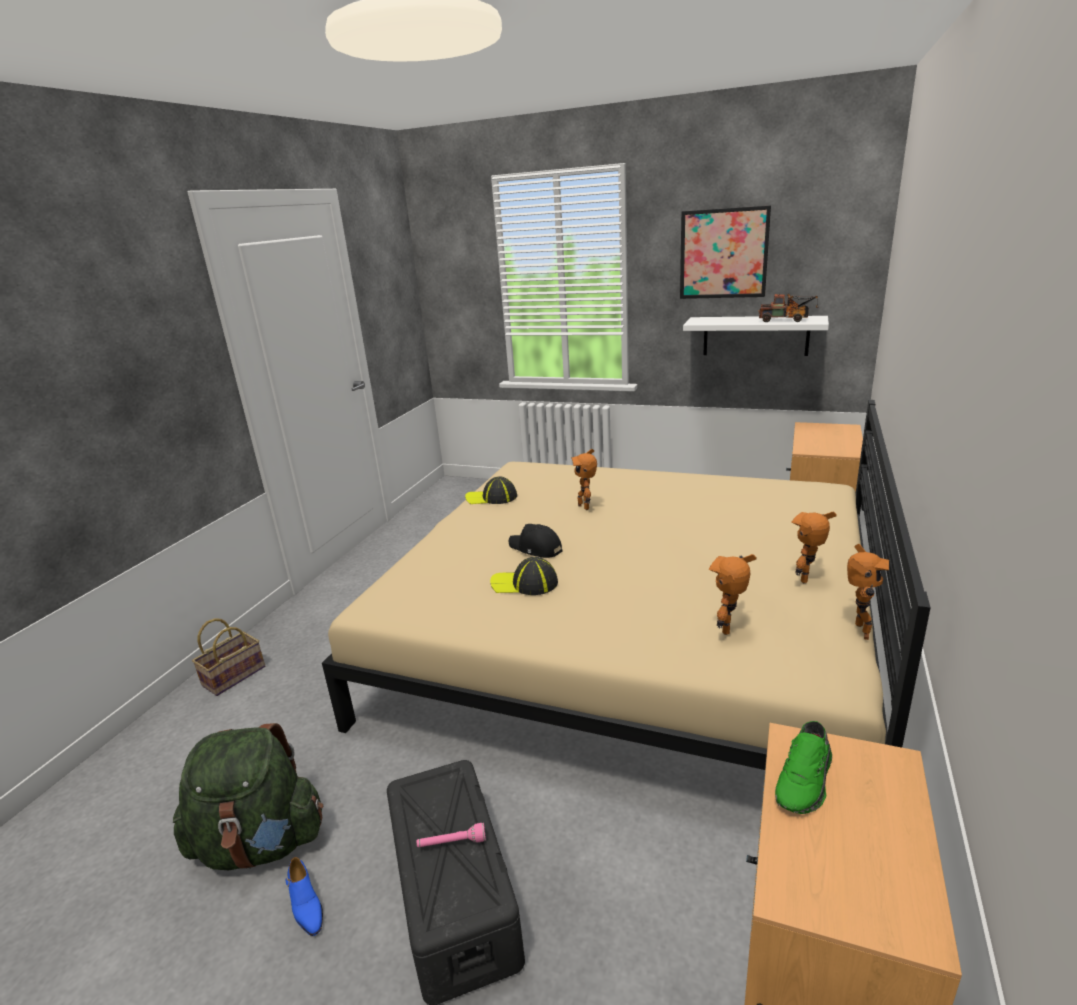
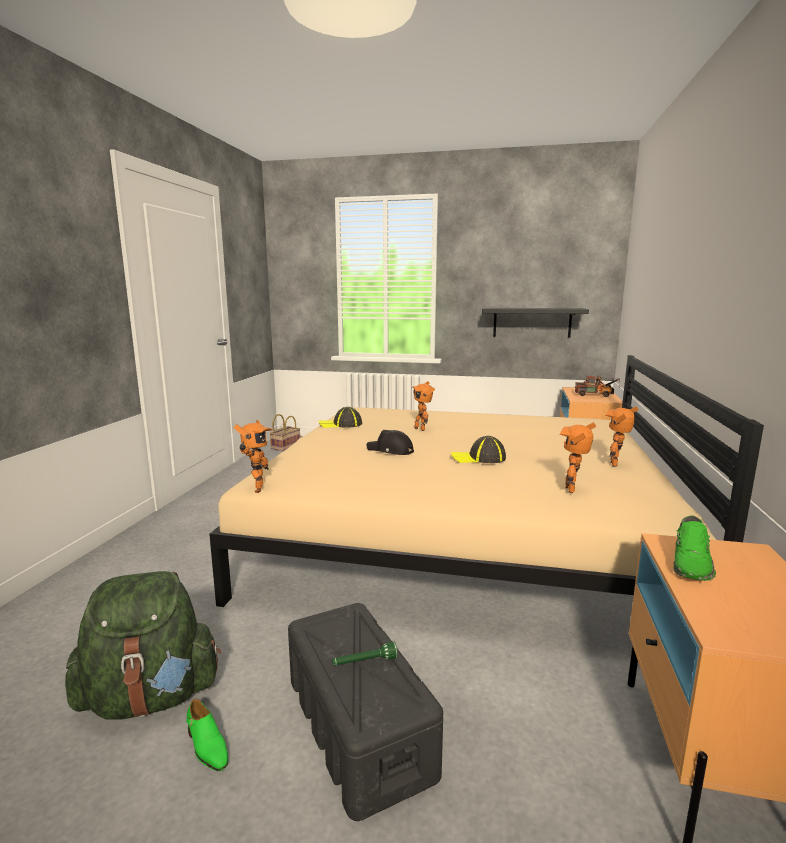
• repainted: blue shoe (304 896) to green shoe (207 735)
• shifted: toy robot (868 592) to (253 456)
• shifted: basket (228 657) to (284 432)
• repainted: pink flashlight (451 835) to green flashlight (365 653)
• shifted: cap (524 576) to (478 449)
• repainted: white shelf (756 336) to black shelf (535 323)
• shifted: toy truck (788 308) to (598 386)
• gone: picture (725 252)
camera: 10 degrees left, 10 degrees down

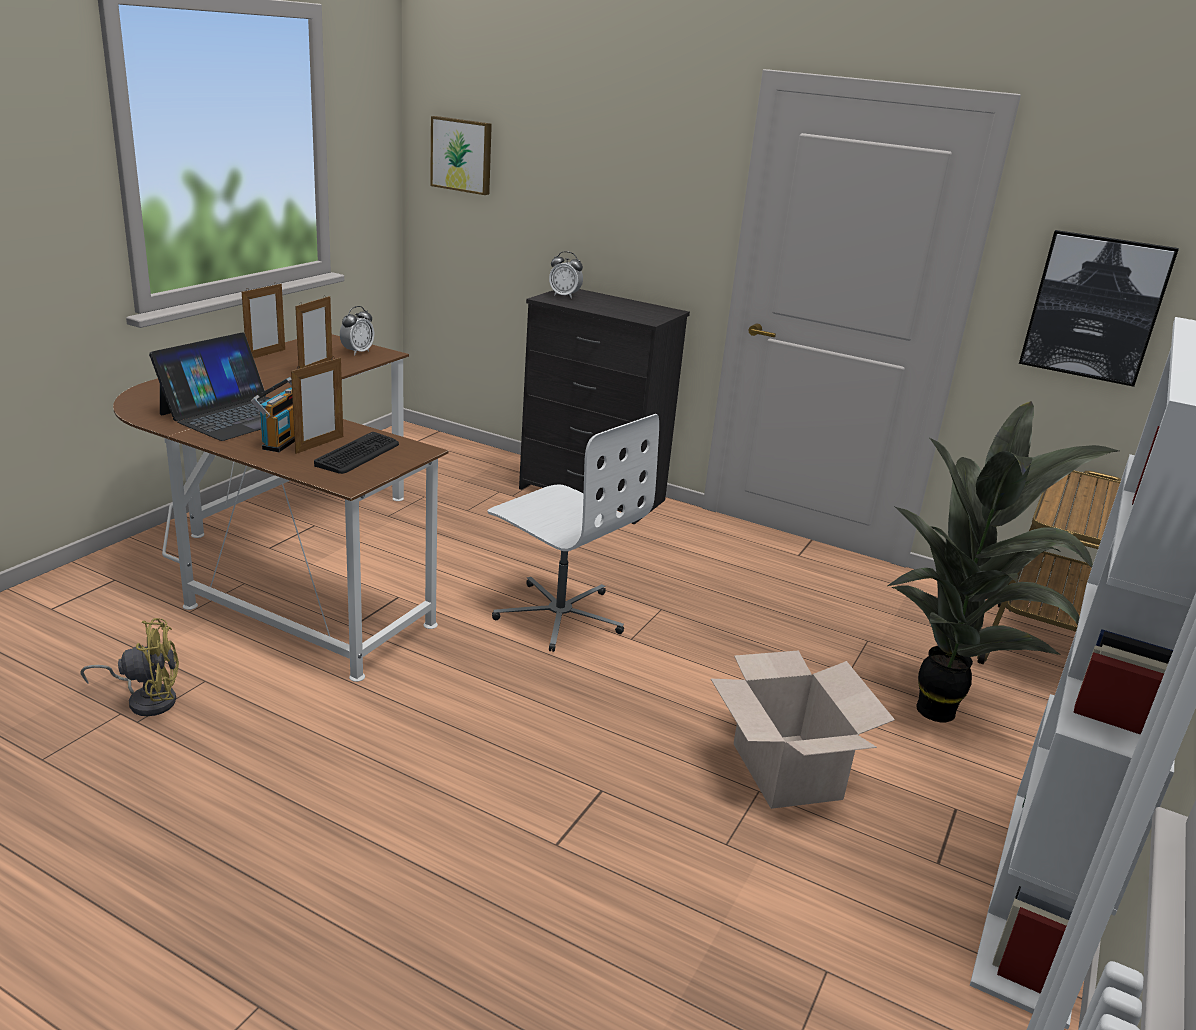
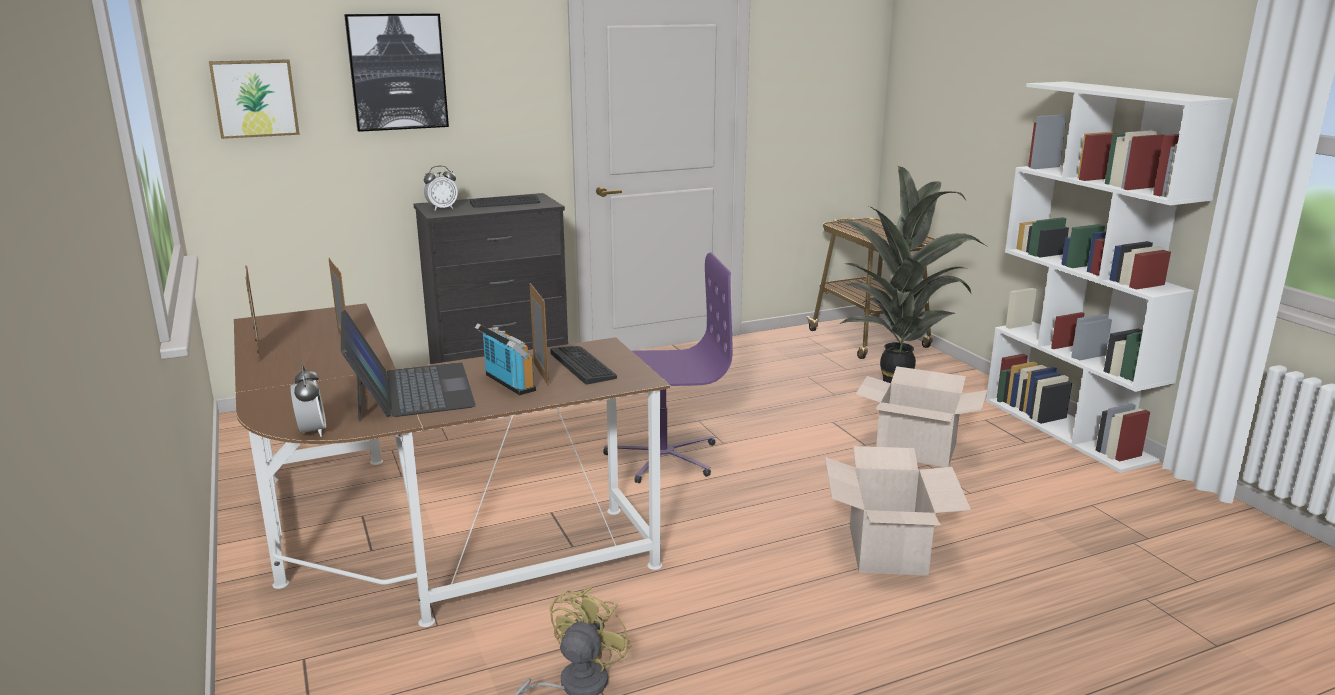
• shifted: alarm clock (357 330) to (308 401)
• shifted: picture (1099 308) to (396 72)
• new: keyboard (505 201)
• repainted: white office chair (573 533) to purple office chair (667 367)
• new: cardboard box (898 511)
camera: 50 degrees left, 5 degrees down

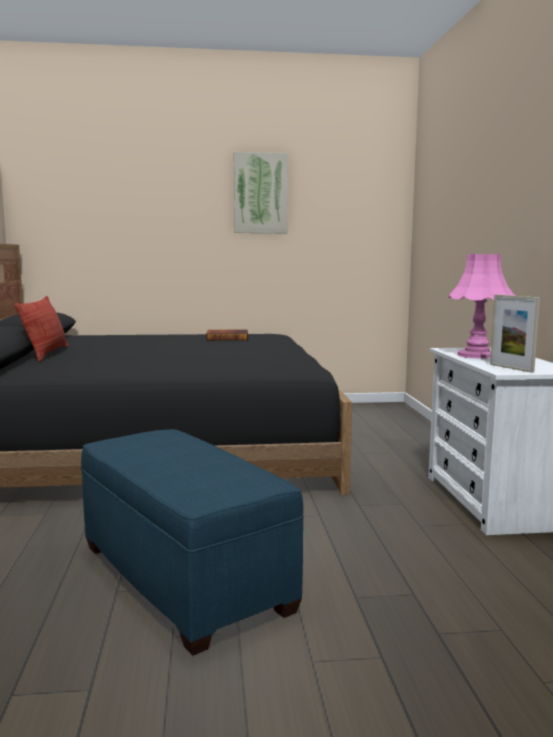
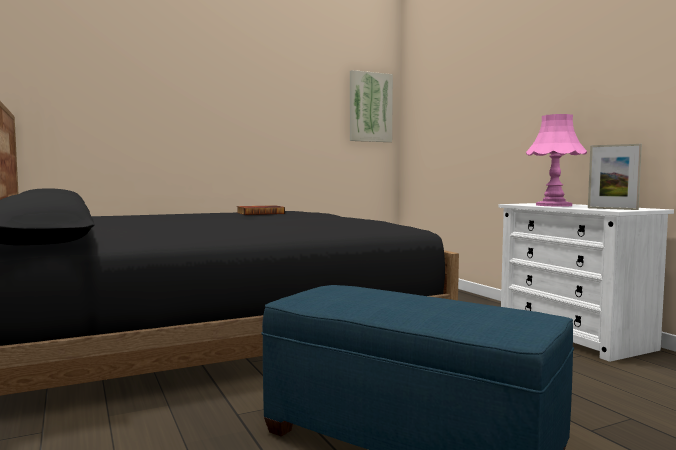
• shifted: picture (261 192) to (371 106)
• gone: pillow (41 329)
camera: 20 degrees left, 5 degrees down

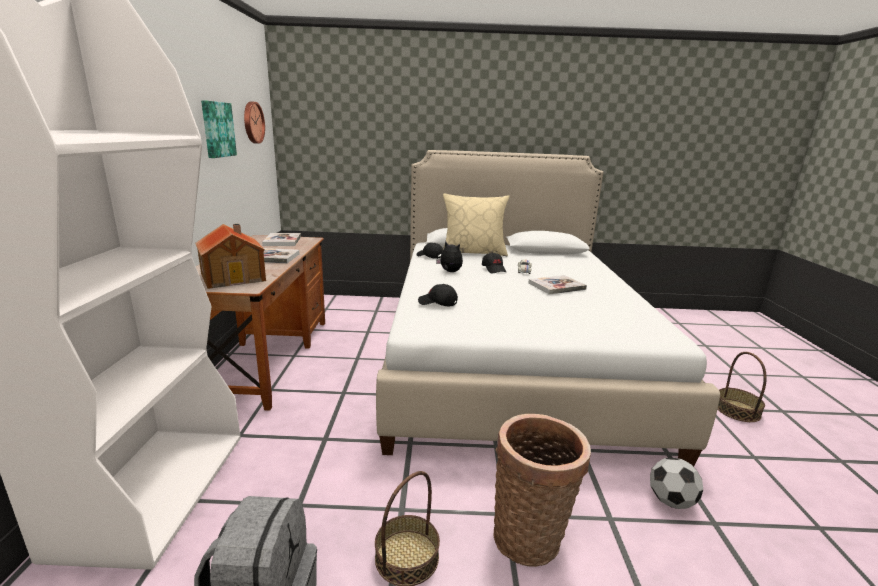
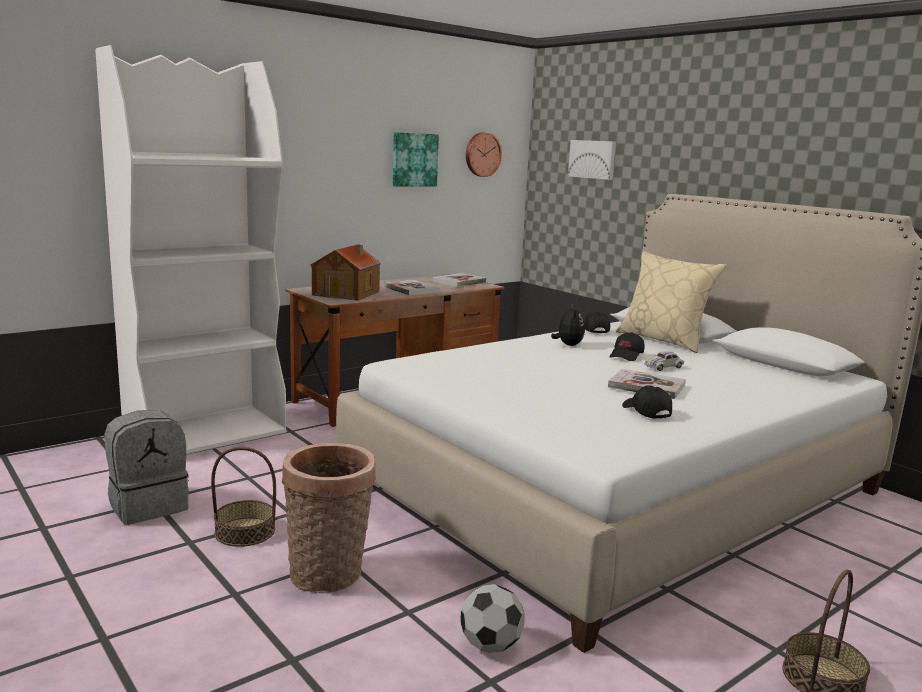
• new: picture (592 160)
• shifted: black cap (438 295) to (647 402)
camera: 50 degrees right, 5 degrees down

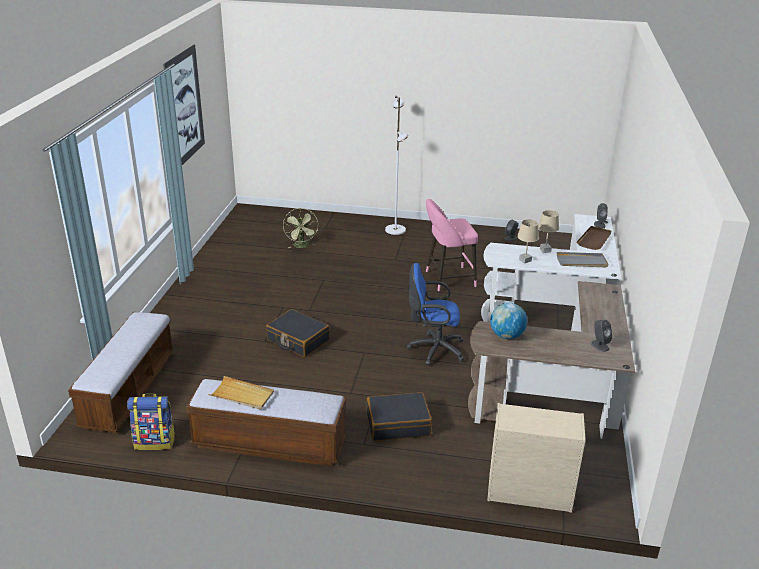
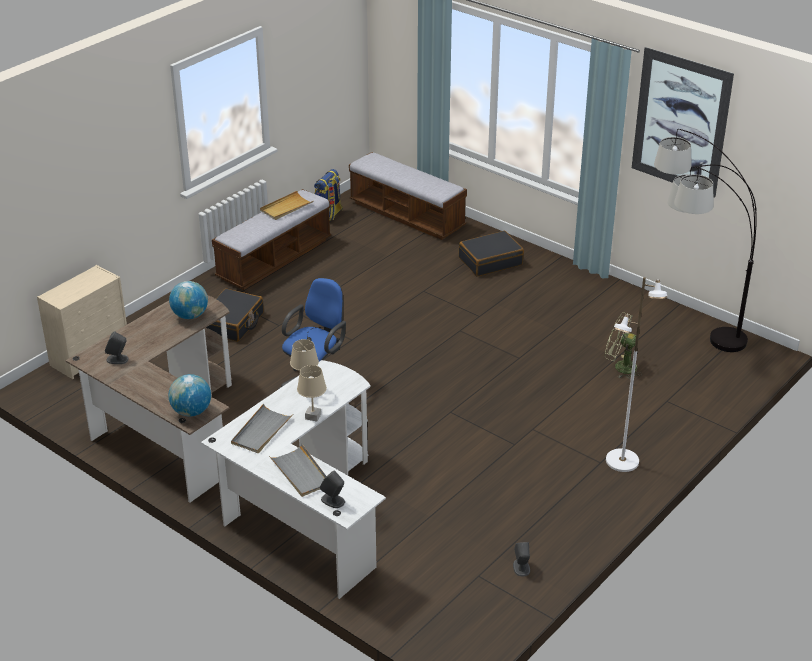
• new: globe (189 395)
• repainted: brown tray (594 238) to grey tray (297 470)
• shifted: black suitcase (298 333) to (491 253)
• new: floor lamp (705 240)
• gone: pink stool (452 245)
camera: 120 degrees right, 5 degrees up

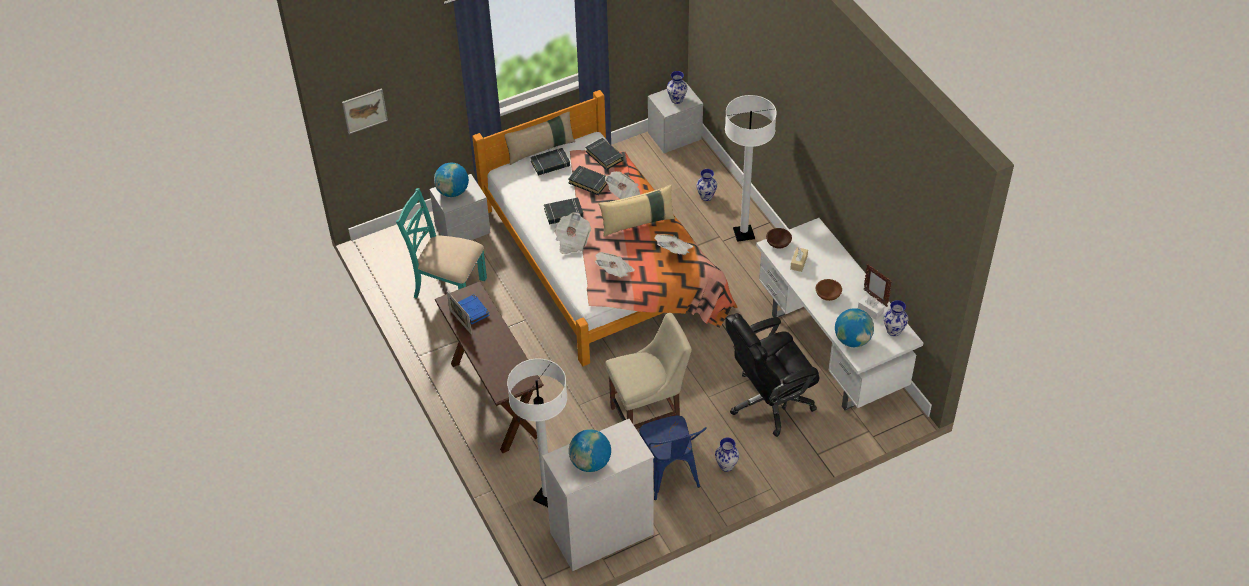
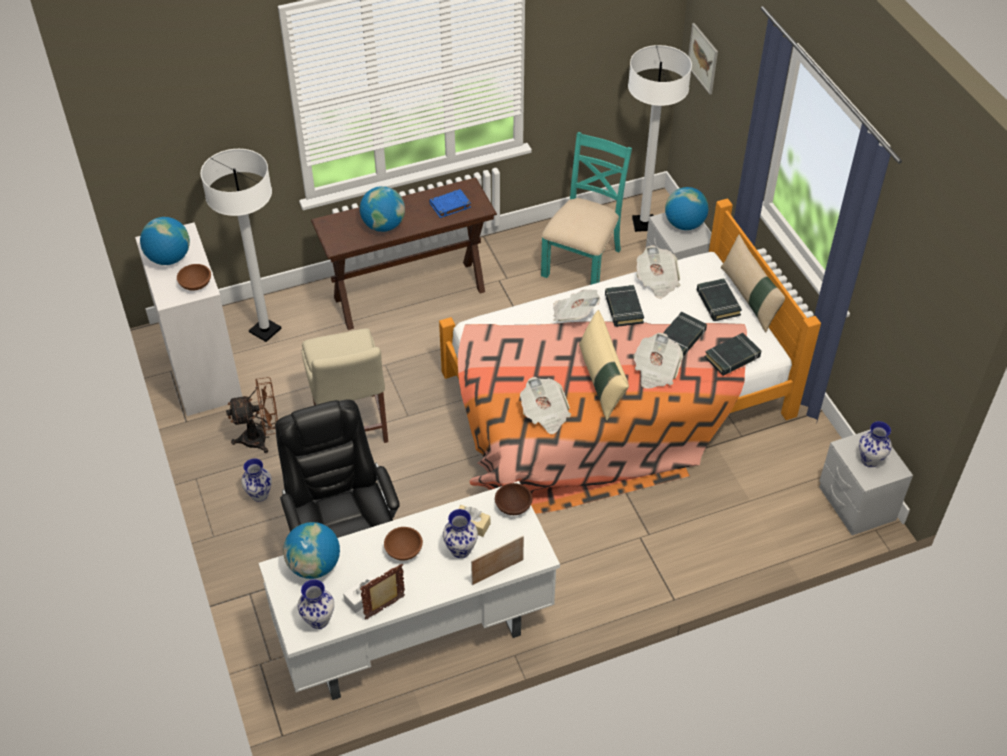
• new: brown bowl (194 277)
• swapped: blue chair (673 458) to brown fan (252 415)
• new: globe (382 209)
• shifted: vase (706 185) to (460 533)
• shifted: picture frame (459 313) to (497 560)
• shifted: white floor lamp (751 168) to (660 138)
• shifted: newspaper (615 265) to (659 272)
camera: 95 degrees right, 0 degrees up

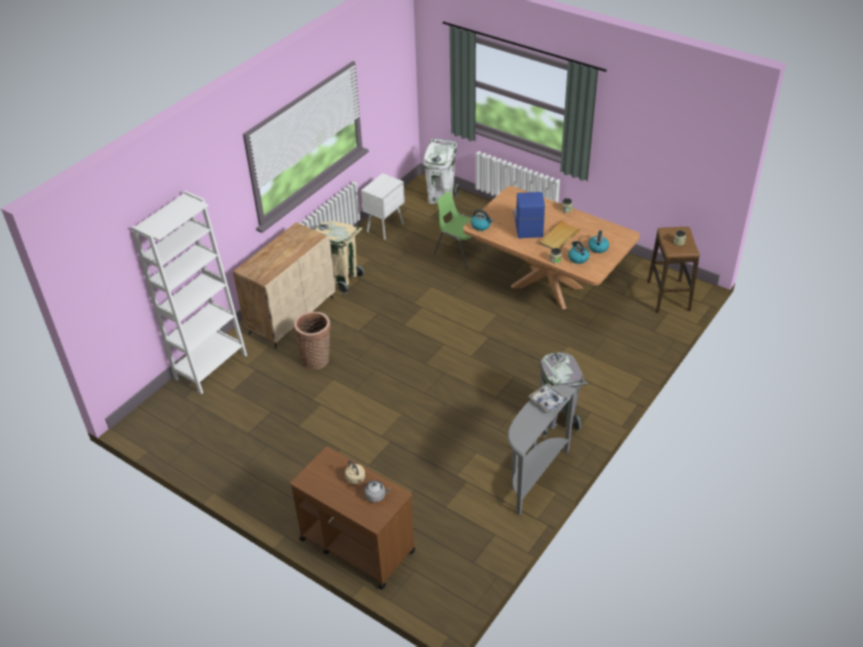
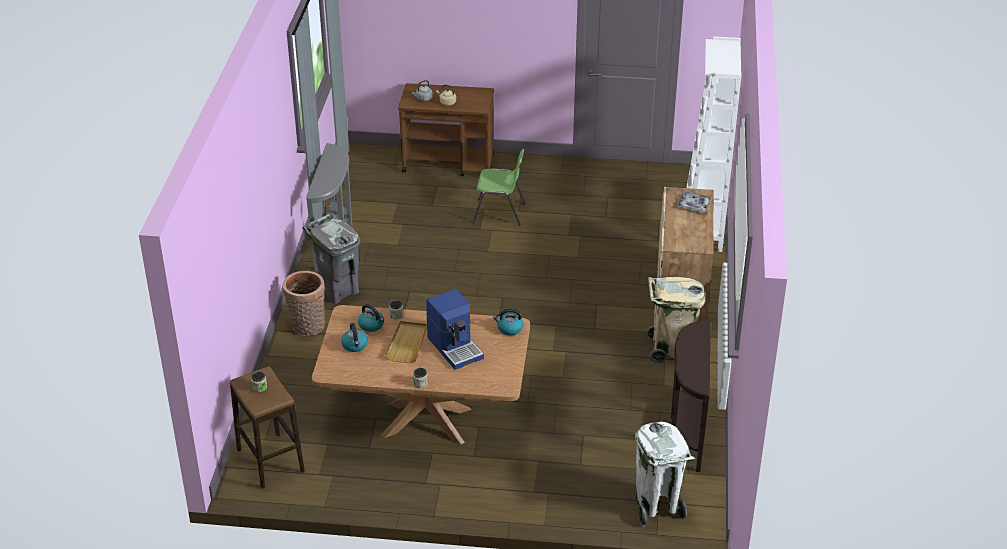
• shifted: basket (312 341) to (304 303)
• shifted: green chair (460 230) to (498 187)
• swapped: white nightstand (383 206) to brown console table (690 396)
• shifted: tray (549 398) to (695 201)
camera: 150 degrees right, 5 degrees down

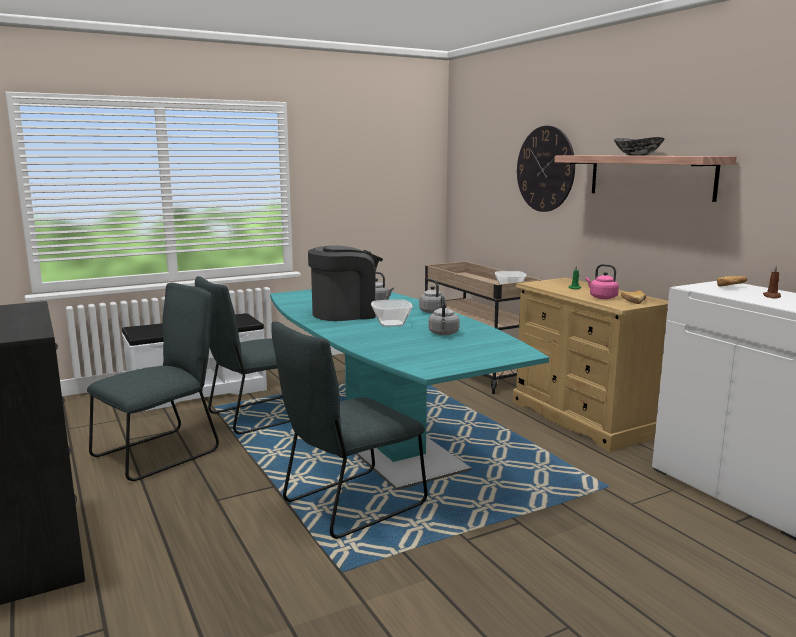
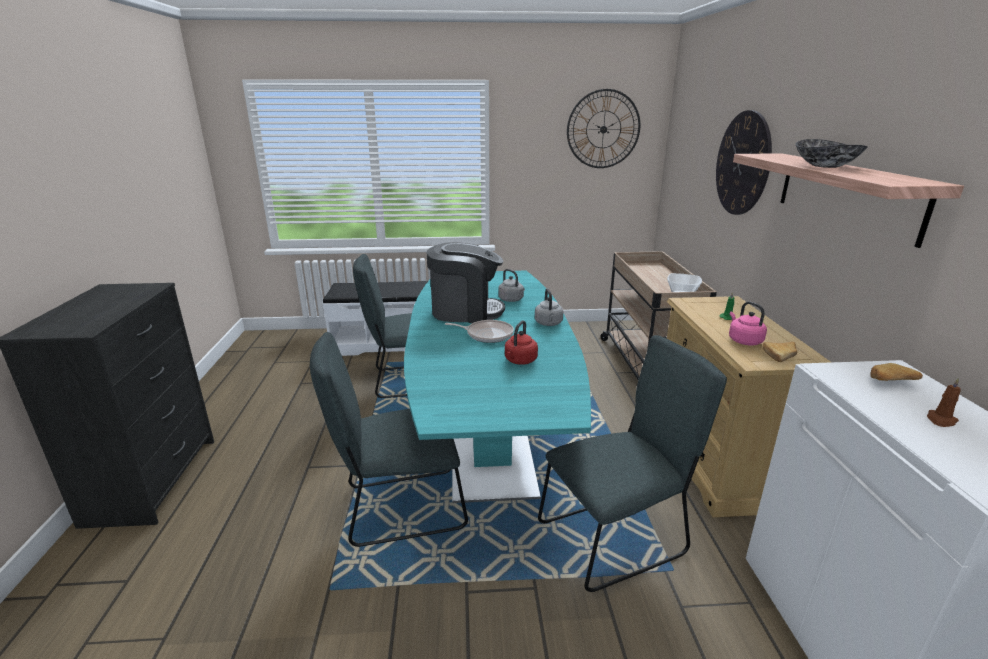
• swapped: bowl (392 313) to frying pan (479 331)
• repainted: grey kettle (444 315) to red kettle (521 342)
• shifted: grey chair (153 382) to (632 463)
• new: wall clock (603 128)
camera: 25 degrees right, 10 degrees up

